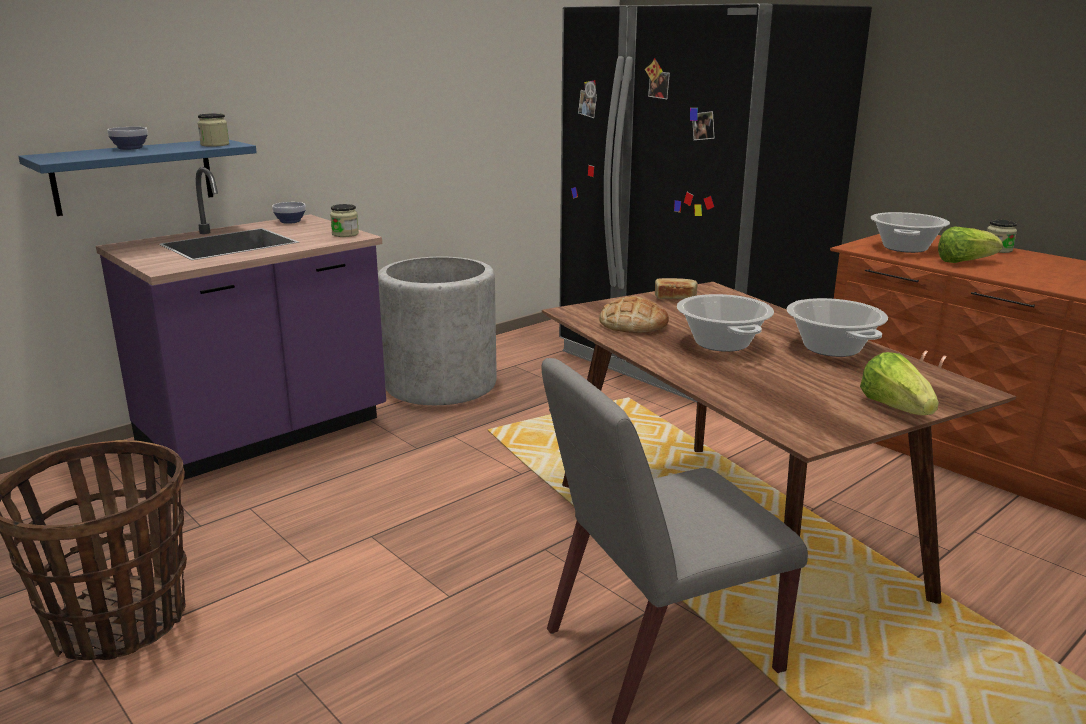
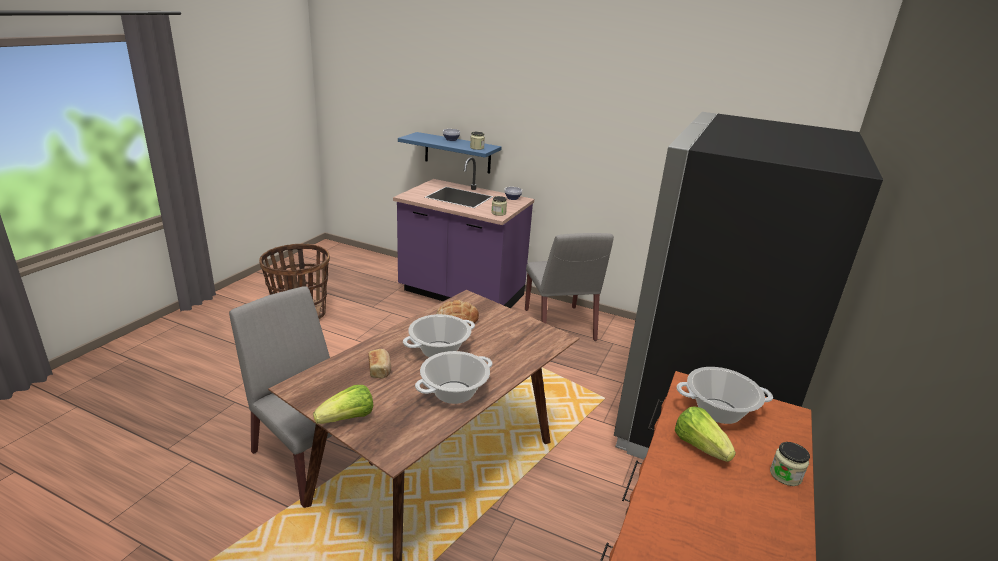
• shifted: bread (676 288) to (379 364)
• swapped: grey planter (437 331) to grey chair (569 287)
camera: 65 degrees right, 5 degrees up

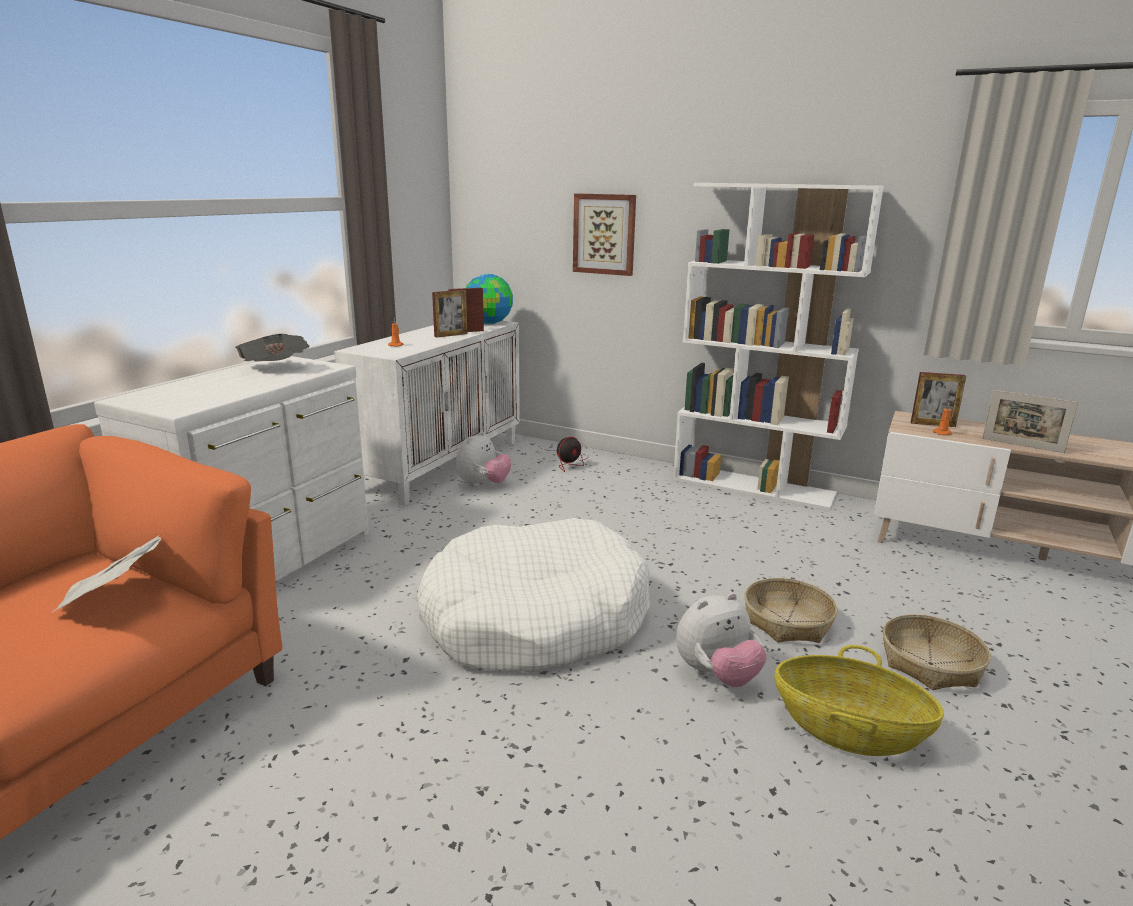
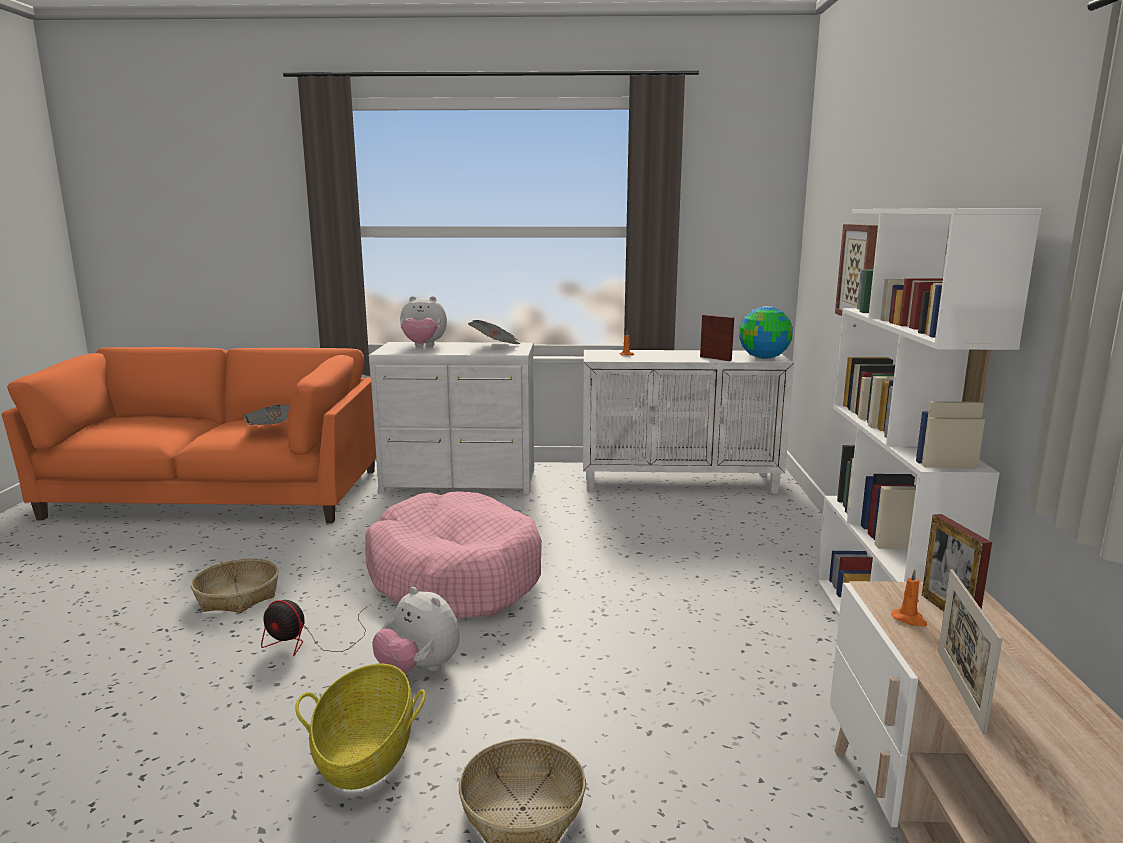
• shifted: basket (791 610) to (235 585)
• shifted: fan (564 454) to (313 628)
• repainted: white dog bed (534 595) to pink dog bed (453 555)
• shifted: plush toy (484 459) to (423 321)
• gone: picture frame (449 314)
camera: 65 degrees right, 5 degrees down

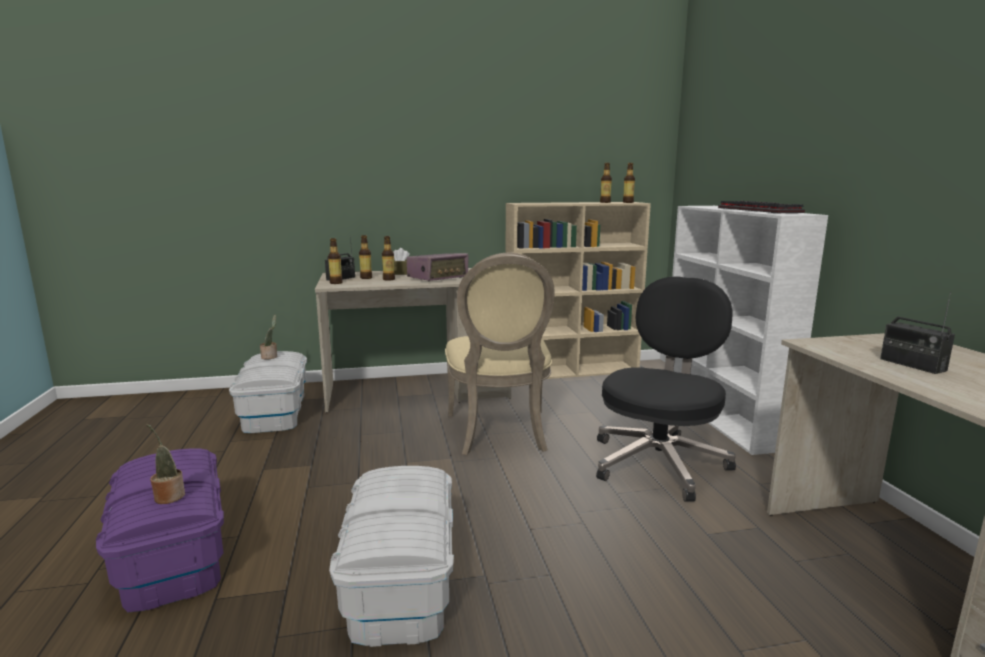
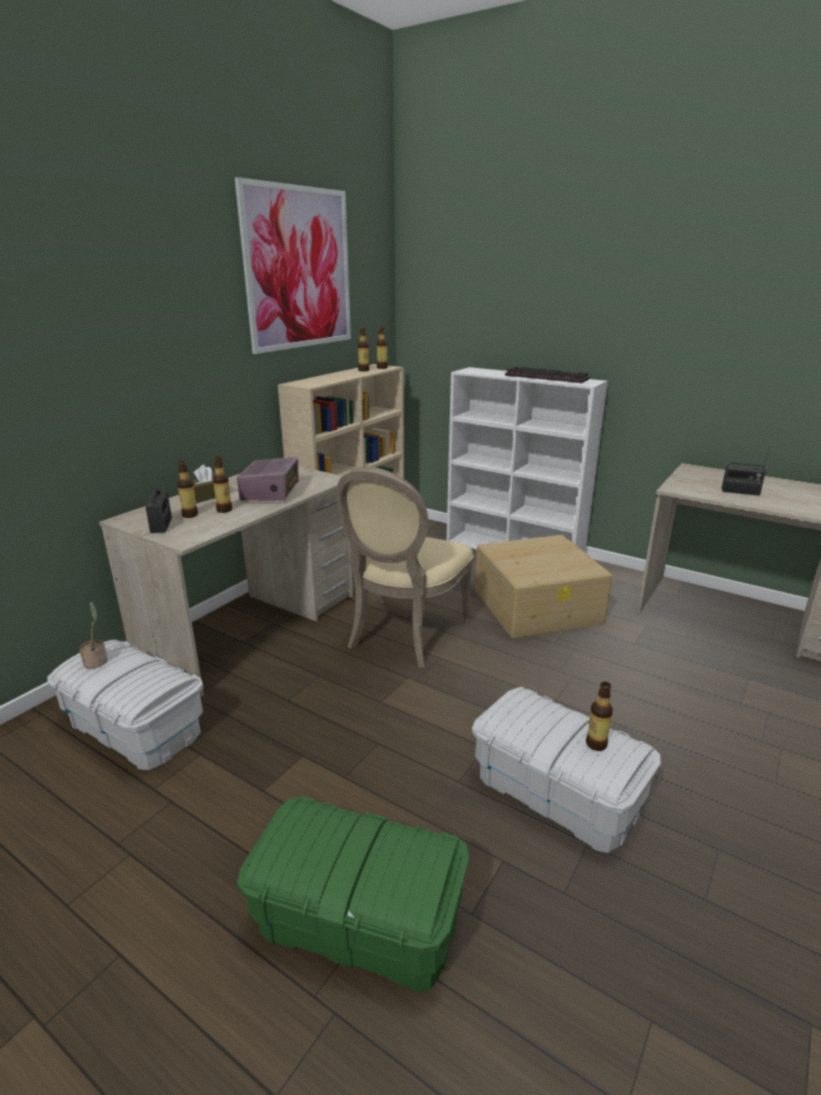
• new: picture (293 265)
• repainted: purple storage box (160 530) to green storage box (353 894)
• rotated: beige chair (500 354) = (404 567) 75 degrees clockwise
• swapped: black office chair (666 389) to beige storage box (543 586)
• shifted: bottle (335 261) to (599 716)
• gone: potted plant (166 464)
camera: 45 degrees left, 10 degrees up

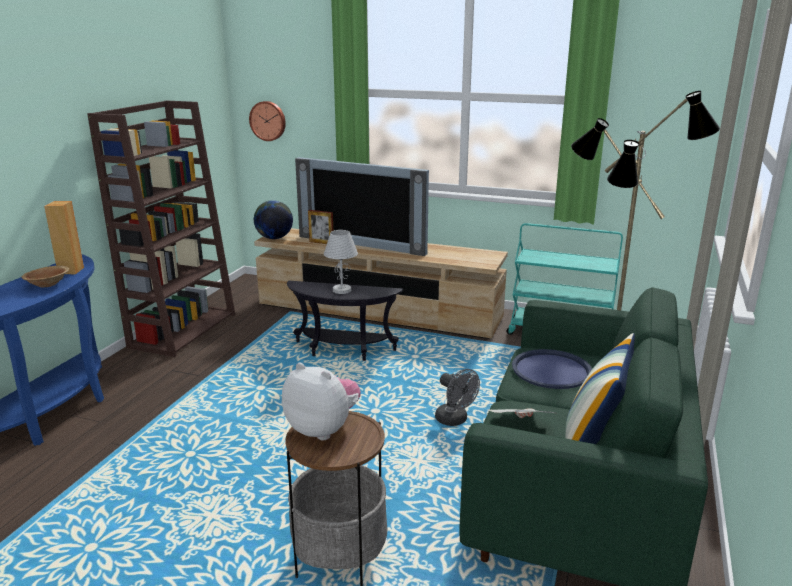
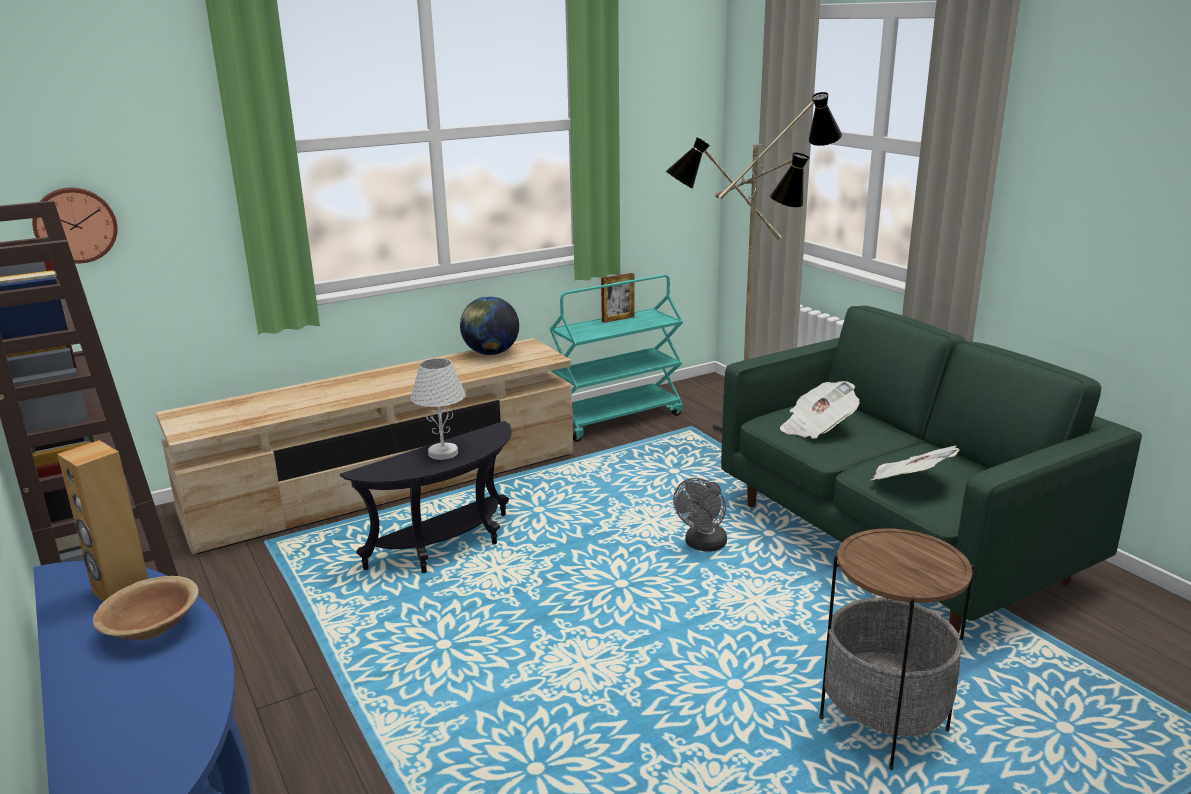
• shifted: globe (273 219) to (489 325)
• shifted: picture frame (320 227) to (618 298)
• rotated: grey fan (457 397) = (700 515) 120 degrees clockwise
• swapped: blue tray (552 369) to newspaper (820 410)
• gone: plush toy (321 402)
• gone: television (362 206)
• gone: pillow (600 388)
camera: 50 degrees left, 0 degrees up

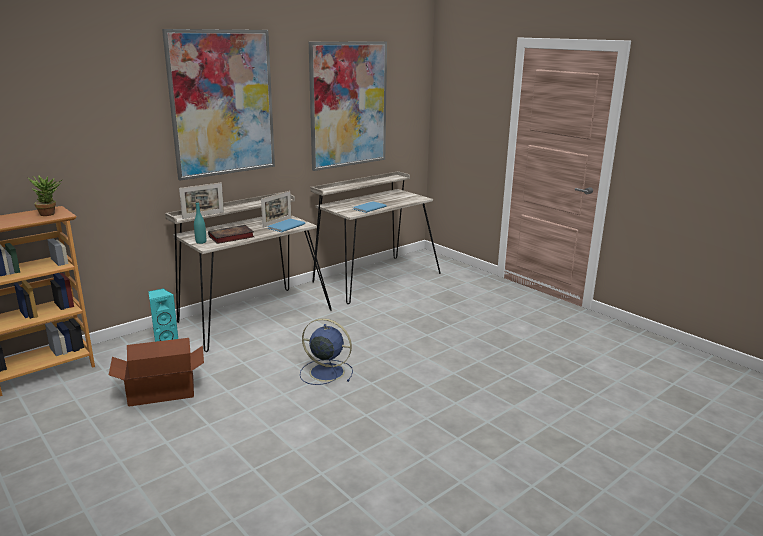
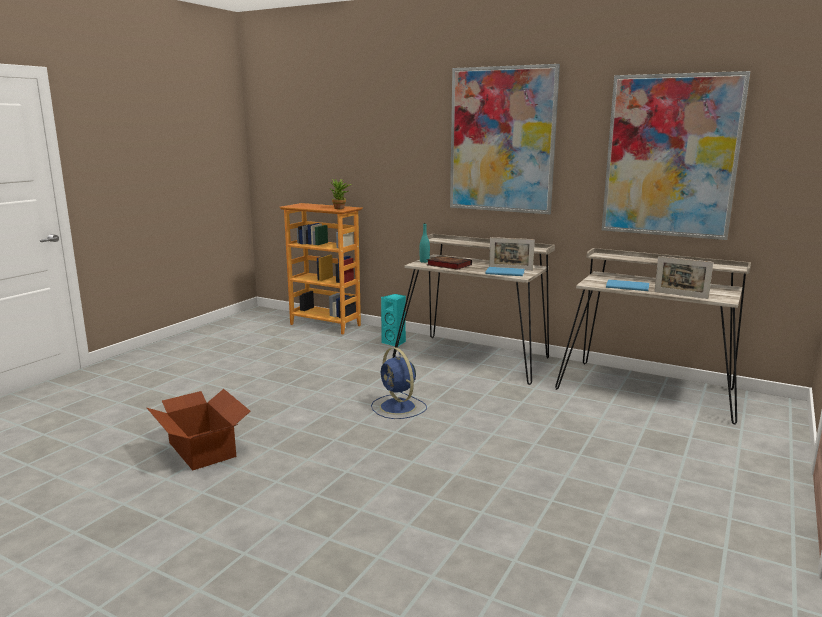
• shifted: cardboard box (156 372) to (198 429)
• rotated: blue fan (326 351) = (399 383) 150 degrees clockwise
• shifted: picture frame (201 201) to (683 277)
camera: 70 degrees right, 5 degrees down

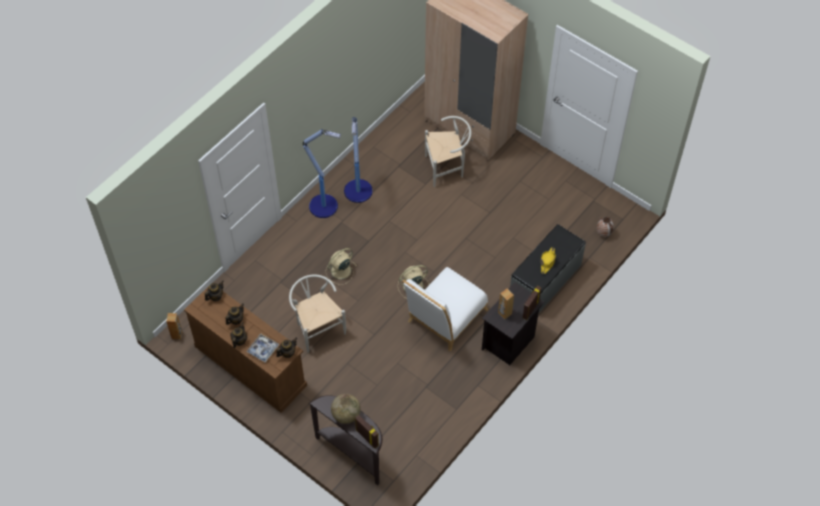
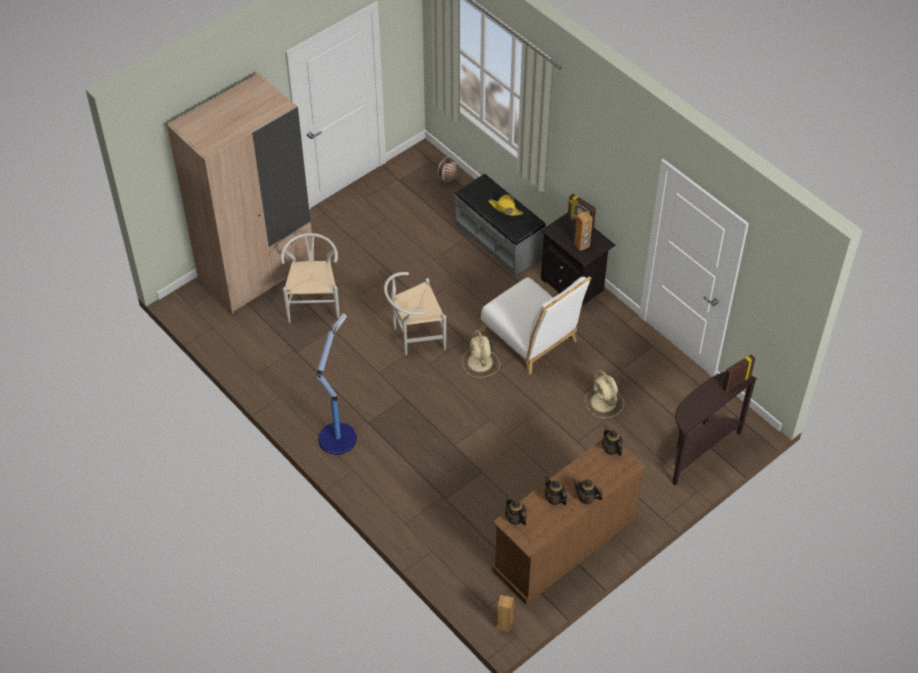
• shifted: white chair (317 314) to (415 313)
• shifted: beige fan (341 266) to (604 394)
• gone: tray (262 348)
• gone: globe (346 409)
• gone: floor lamp (358 160)
camera: 80 degrees left, 5 degrees down

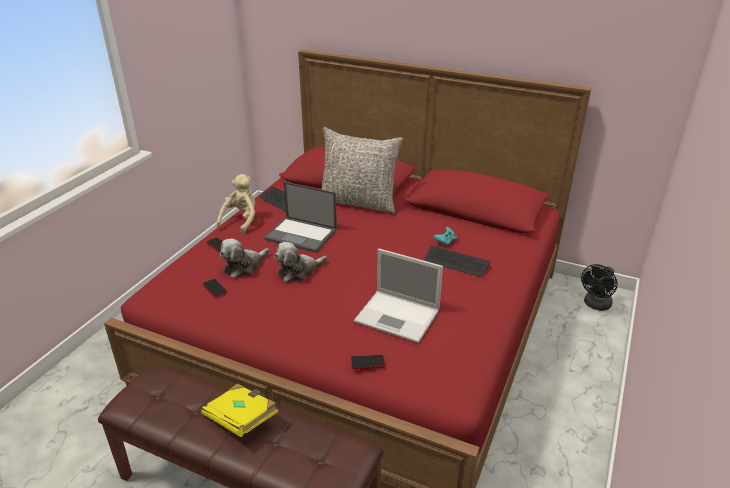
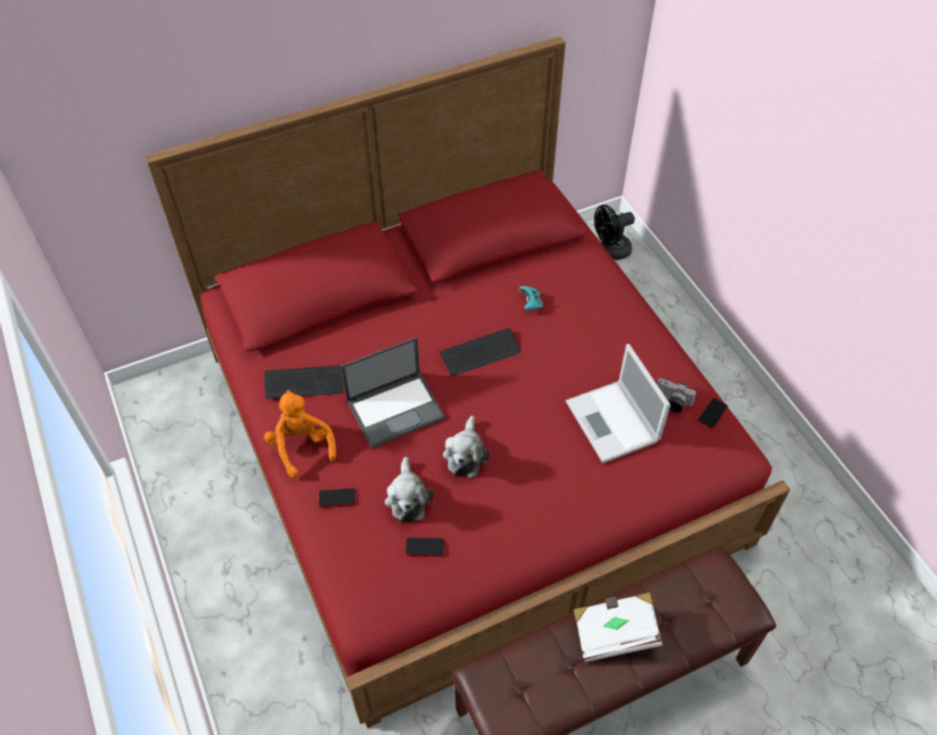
• repainted: beige plush toy (235 204) to orange plush toy (300 434)
• shifted: keyboard (457 261) to (480 352)
• rotated: laptop (398 296) = (618 403) 90 degrees clockwise
• repainted: yellow book (239 410) to white book (618 627)
• rotated: black fan (599 287) = (614 232) 75 degrees clockwise
• new: photo camera (676 395)
• shifted: phone (368 362) to (713 413)
• gone: grey pillow (362 170)
camera: 50 degrees left, 20 degrees up

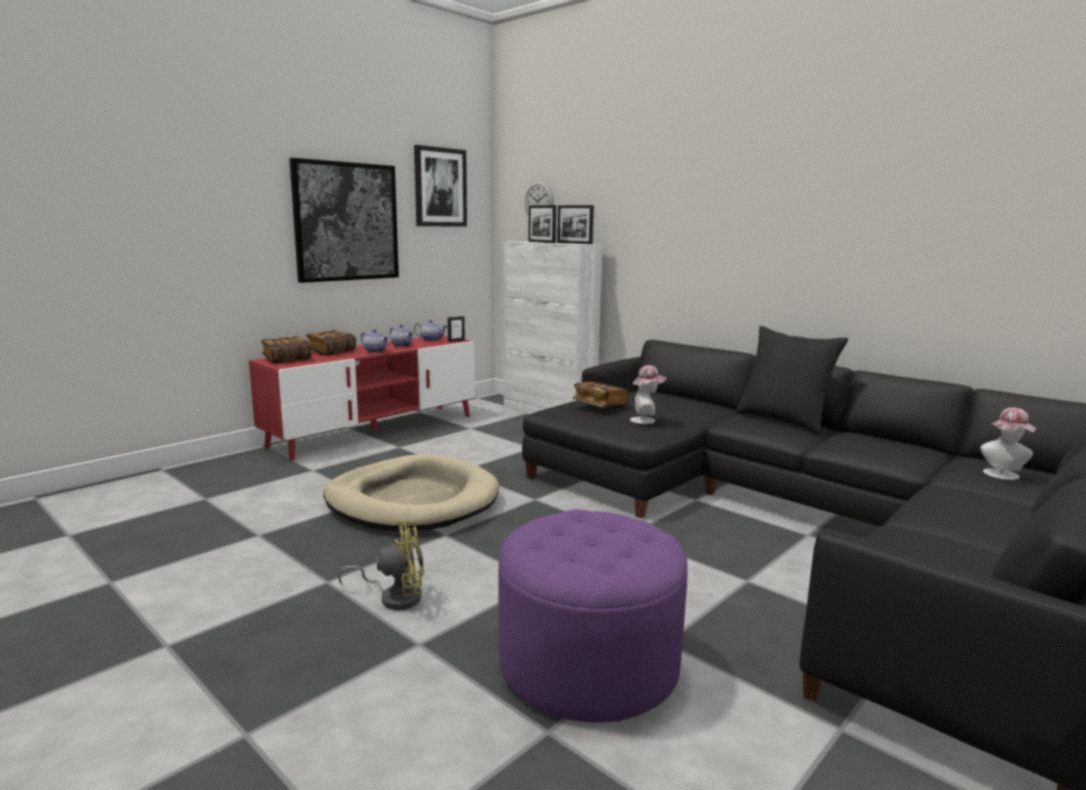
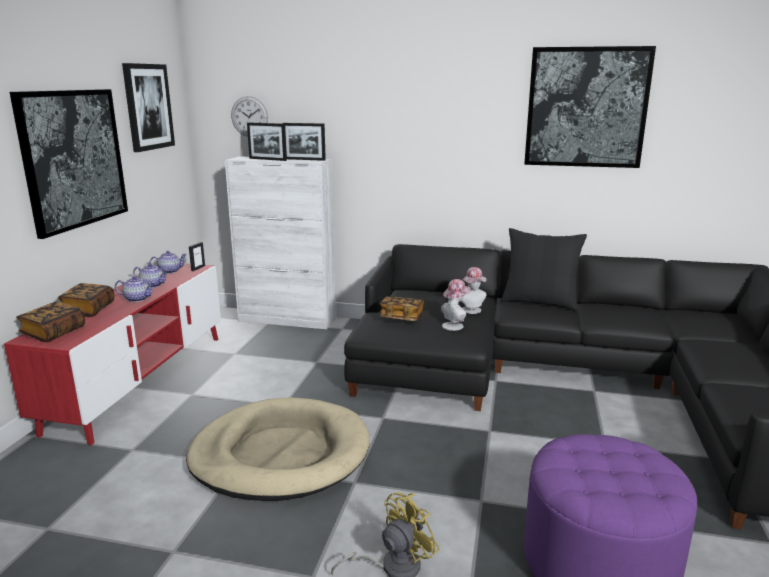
• shifted: hat (1008 443) to (474 290)
• new: picture (590 107)
camera: 30 degrees left, 5 degrees up

